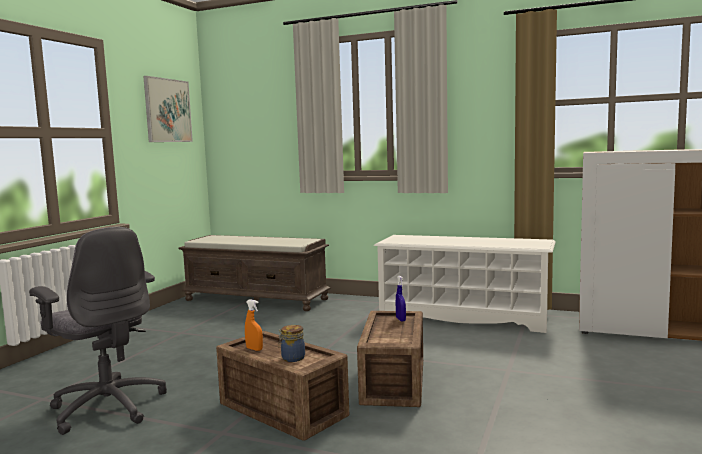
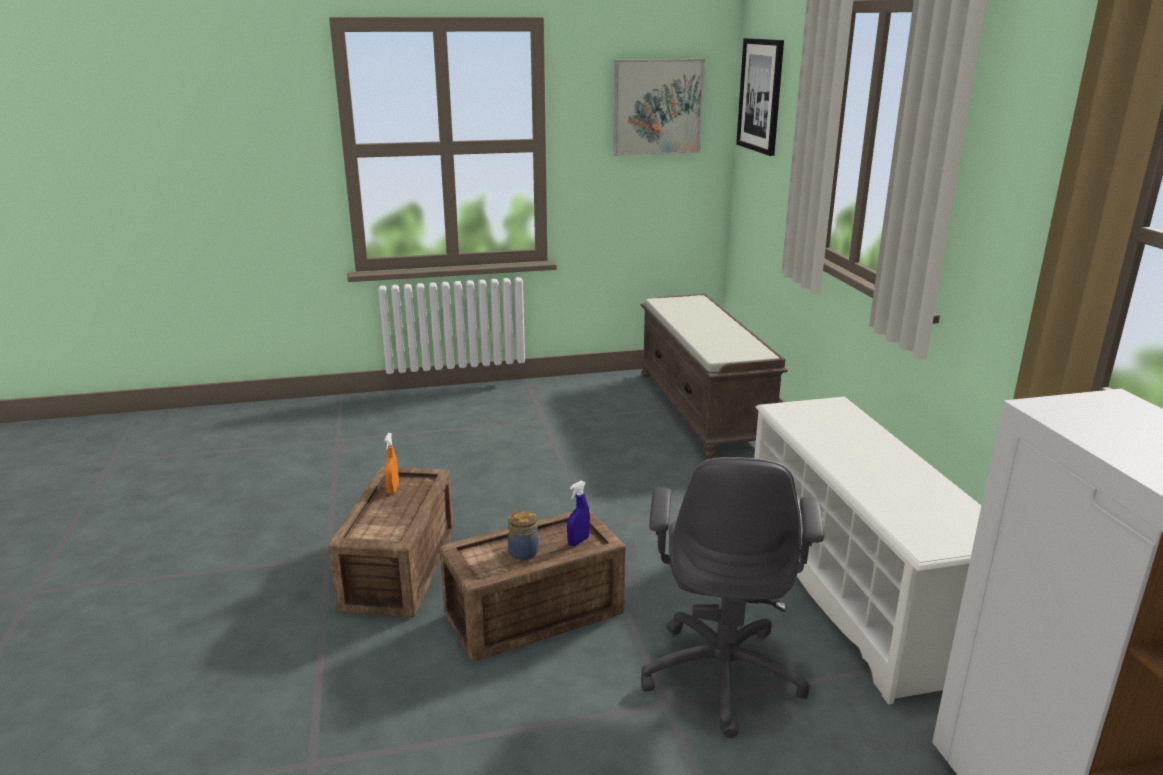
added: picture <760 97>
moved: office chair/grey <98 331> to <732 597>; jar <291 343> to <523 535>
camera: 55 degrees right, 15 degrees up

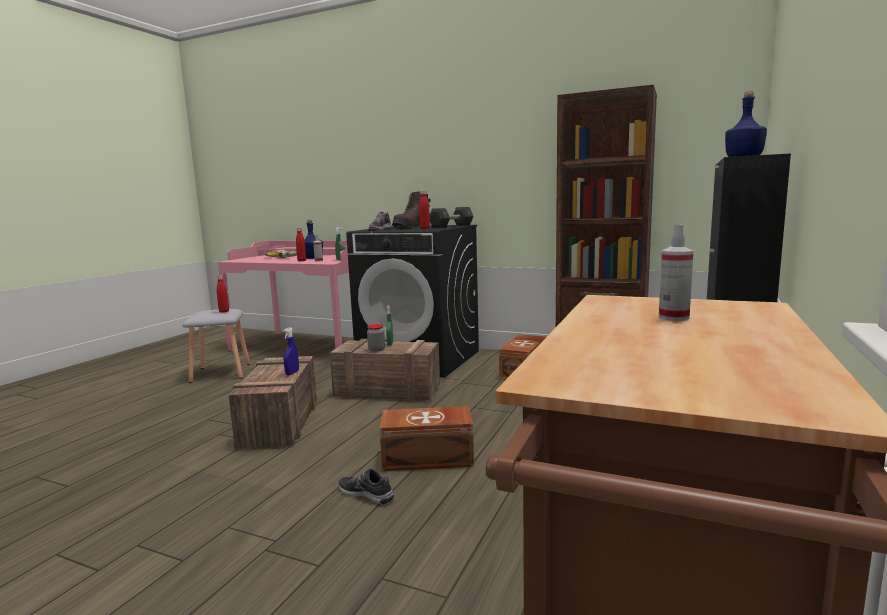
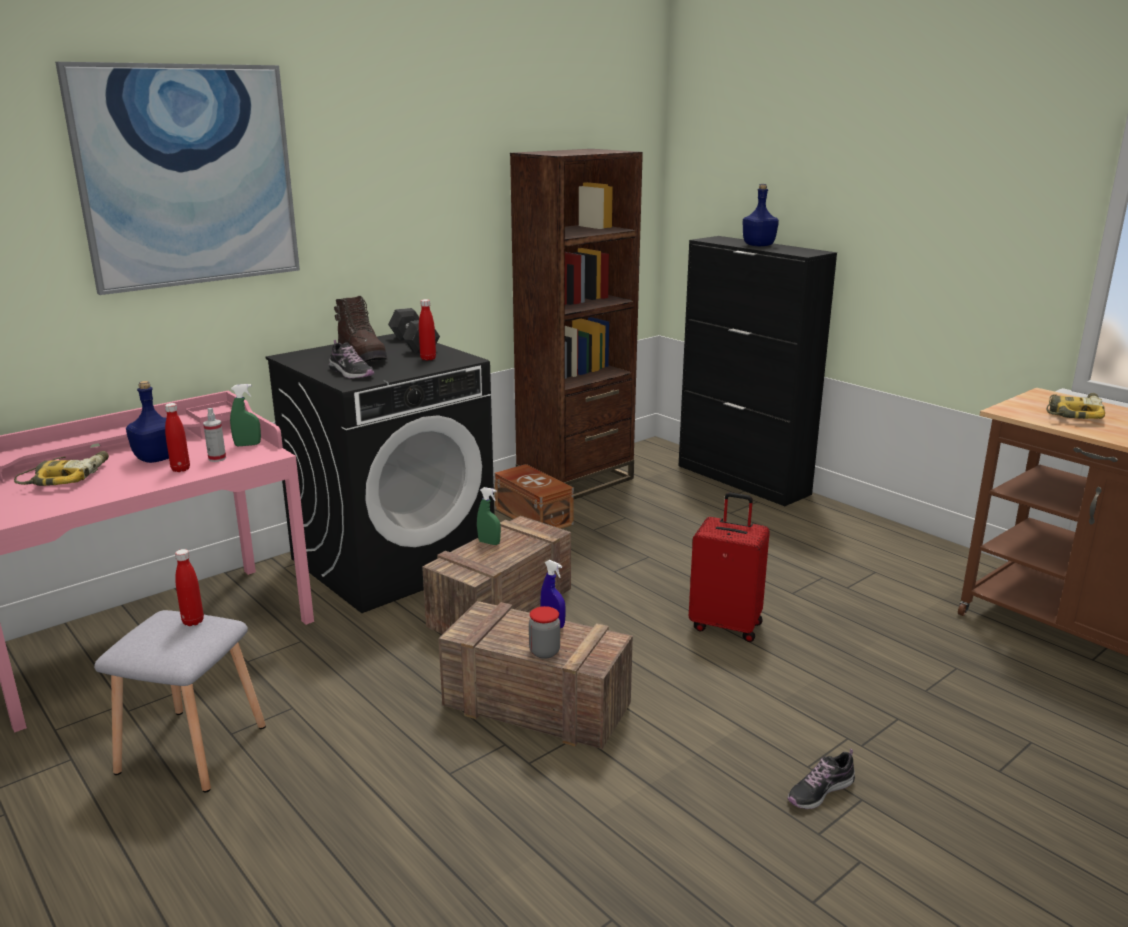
added: picture <177 178>
moved: shoe <366 486> to <821 779>; jar <376 338> to <544 632>
replaced: storage box/brown <427 438> to suitcase/red <729 567>; spray bottle <676 272> to power drill <1076 406>
camera: 65 degrees left, 10 degrees up

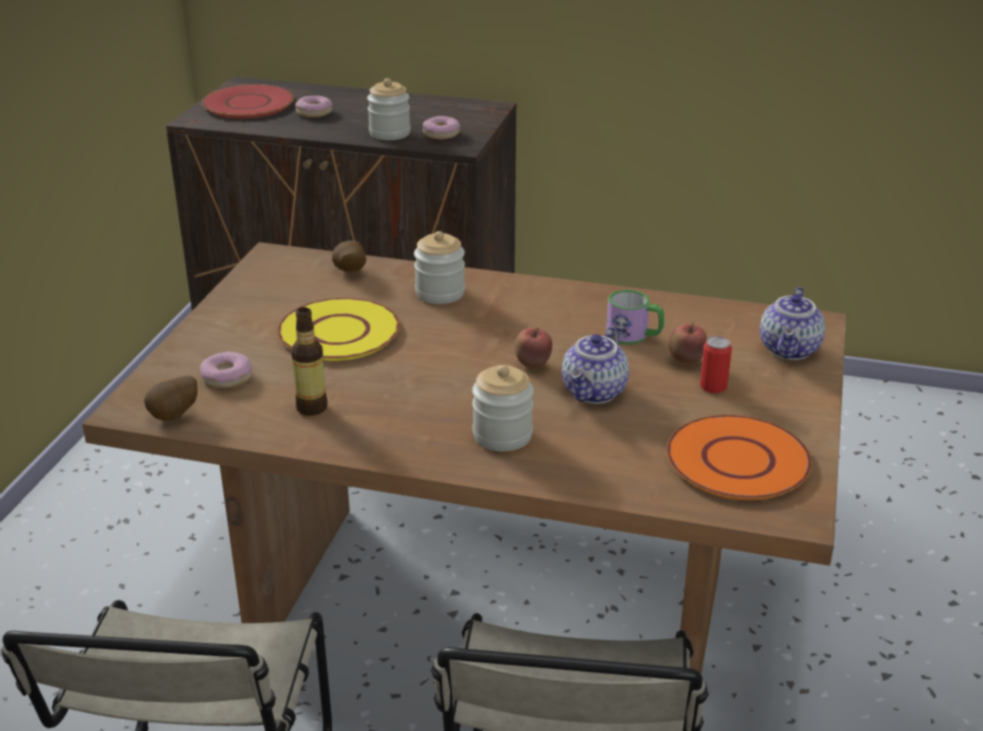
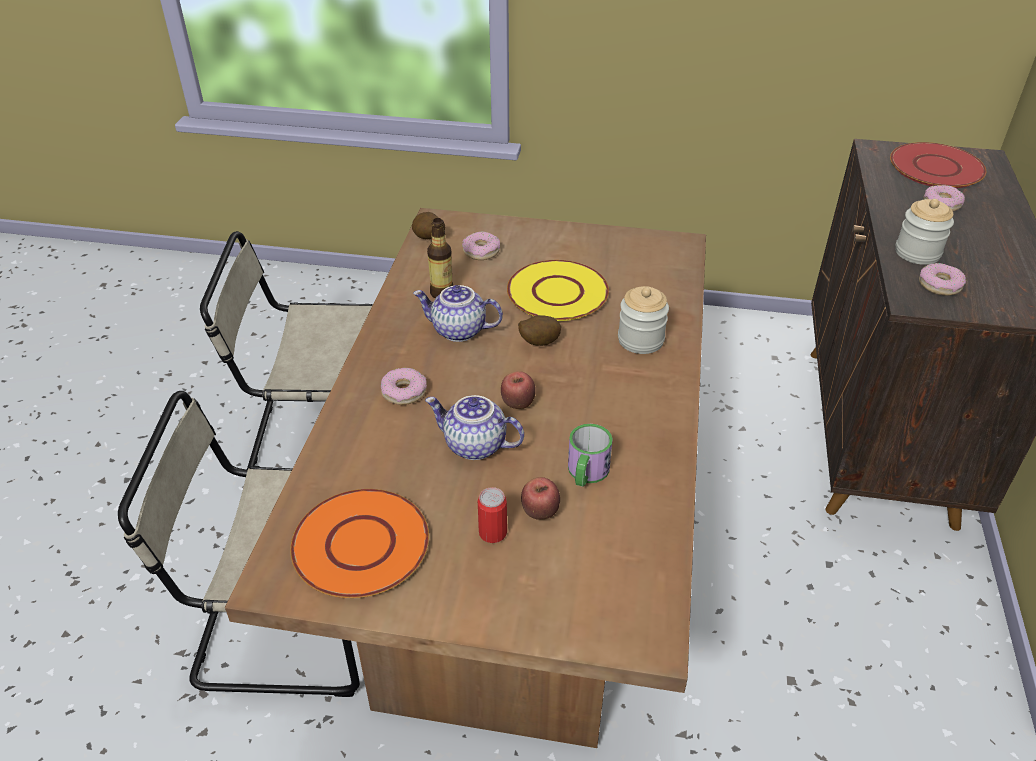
moved: potato <349 256> to <539 330>; teapot <792 323> to <458 313>
replaced: jar <503 408> to donut <404 386>
camera: 85 degrees right, 10 degrees up

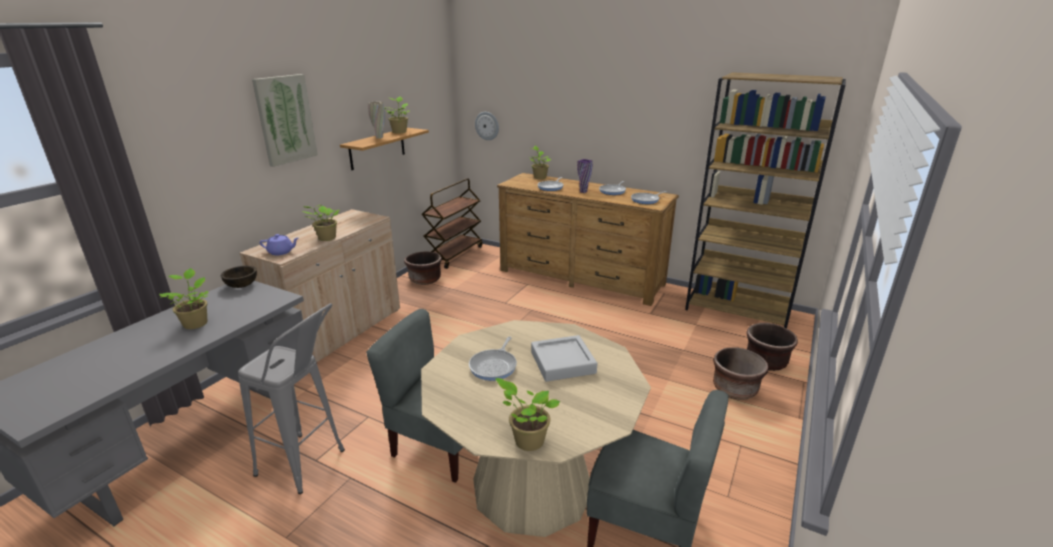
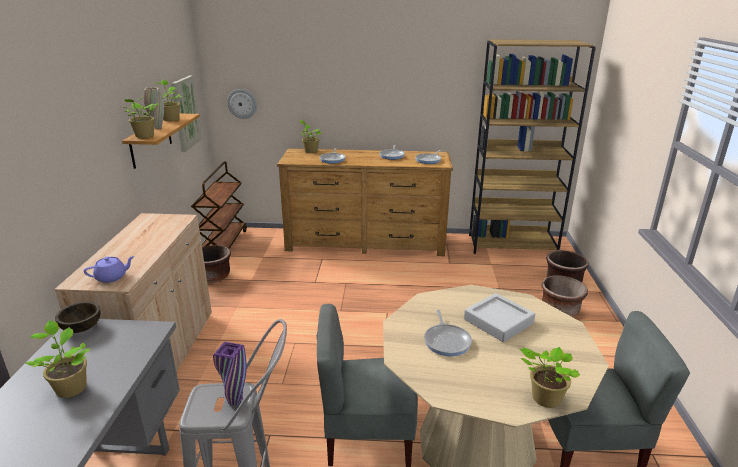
moved: picture <285 120> to <186 114>; potted plant <320 223> to <141 117>; vase/purple <585 176> to <230 374>
camera: 25 degrees left, 0 degrees up

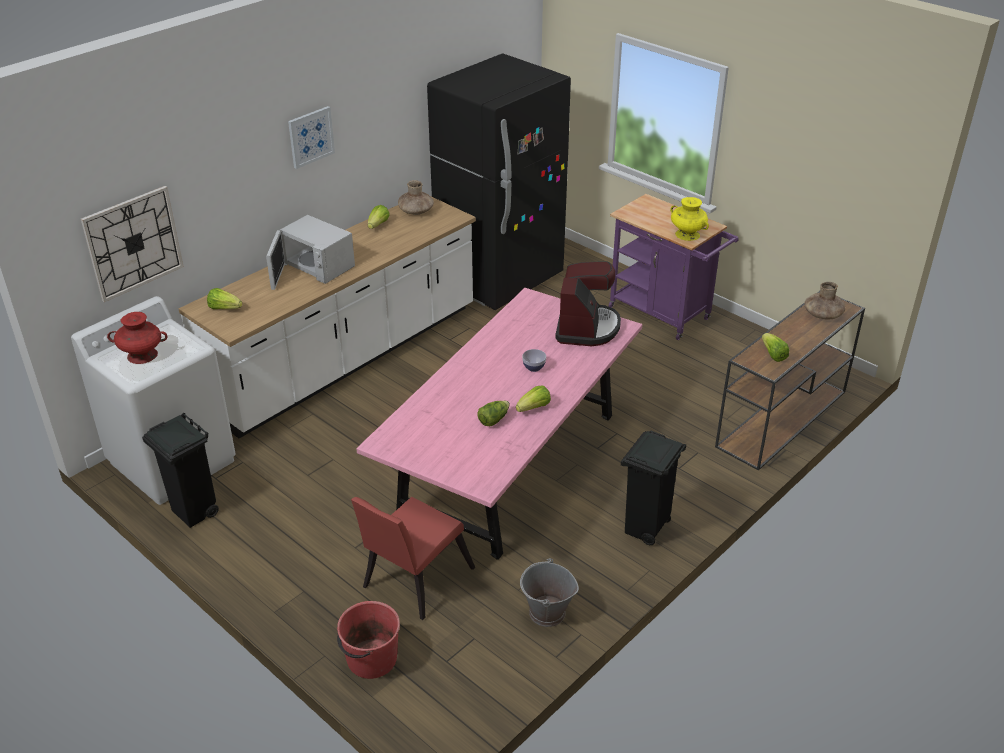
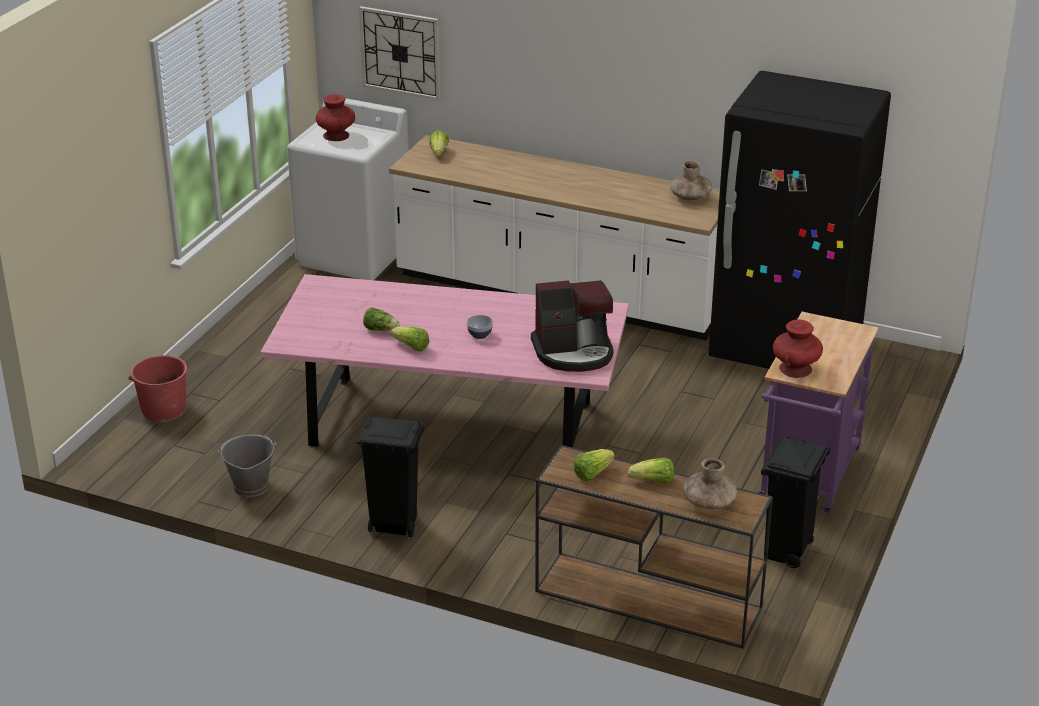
removed: microwave/white <310 252>; picture <311 137>; chair/red <413 558>
moved: trash can/black <180 470> to <795 502>; lettuce <379 217> to <651 471>
recoloured: vase/yellow <689 219> to vase/red <798 348>
camera: 70 degrees right, 5 degrees down

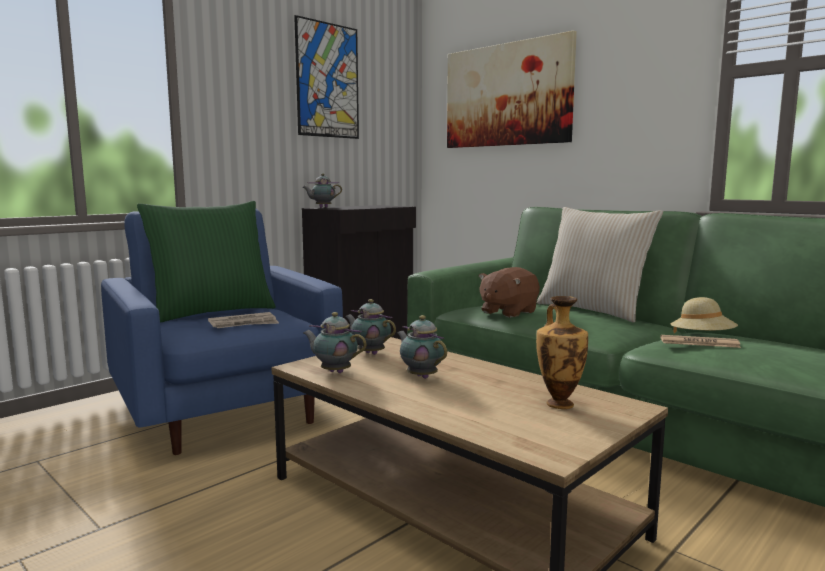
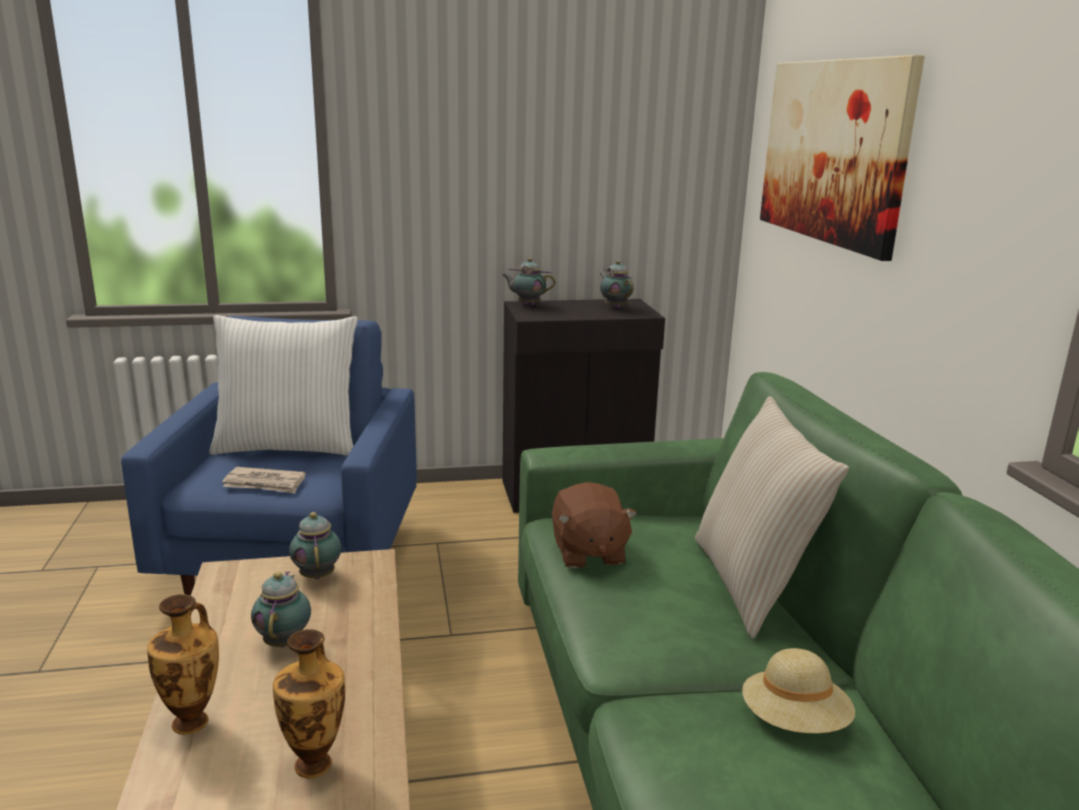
removed: picture <326 77>; newspaper <700 341>
added: vase <183 664>
moved: teapot <335 342> to <617 285>
recoloured: pillow/green <206 262> to pillow/white <283 385>
turned: plush toy/brown <509 292> = <594 525> 90 degrees counterclockwise
camera: 35 degrees right, 10 degrees up

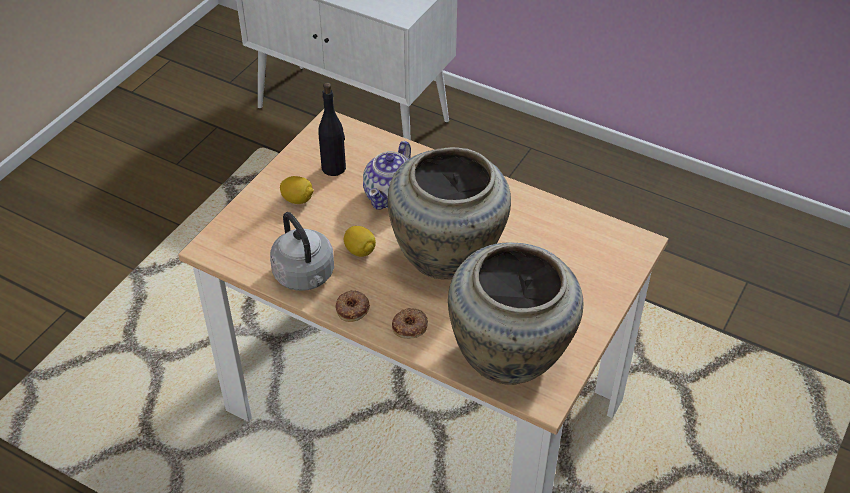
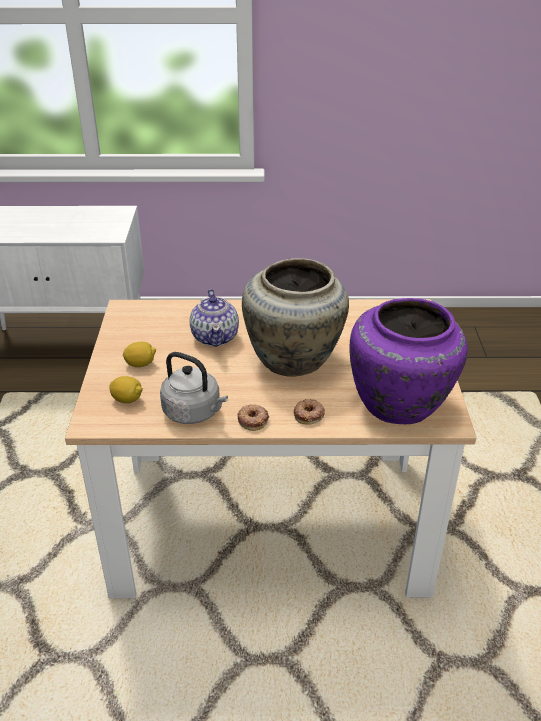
removed: bottle/black <332 129>
moved: lemon <360 241> to <126 389>
recoloured: vase/beige <516 313> to vase/purple <408 361>
camera: 30 degrees left, 10 degrees down

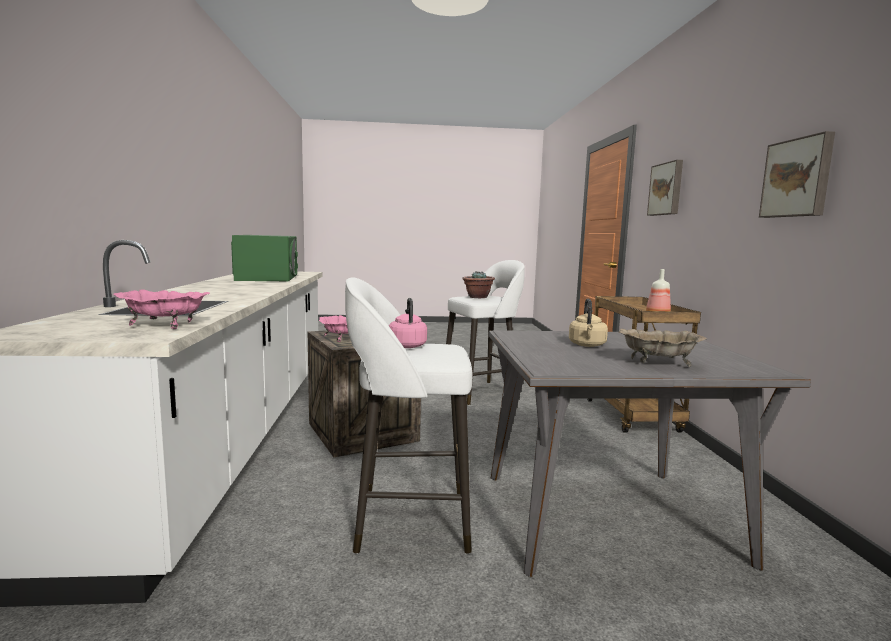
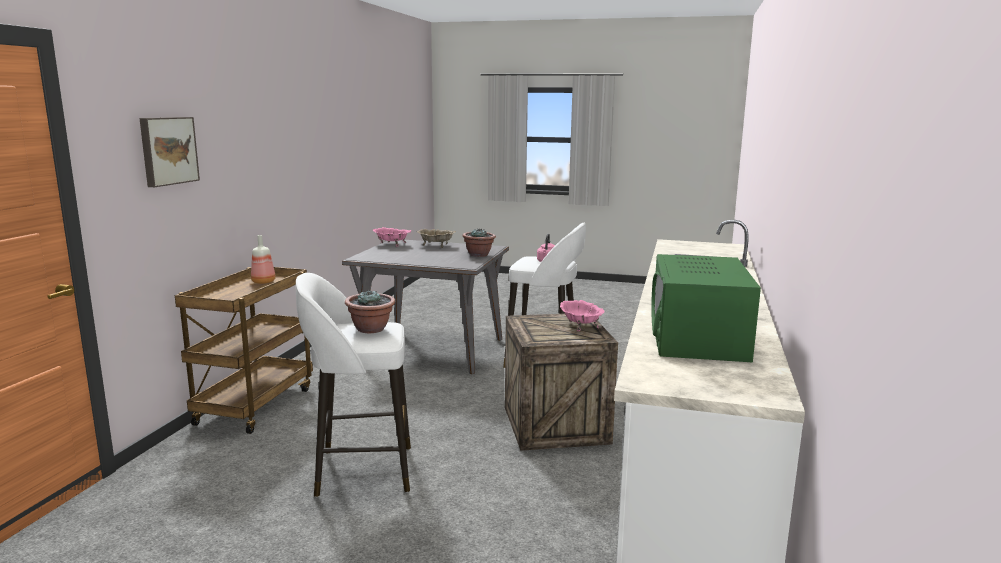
removed: kettle/beige <588 323>; picture <797 174>
added: potted plant <479 242>
moved: bowl/pink <162 309> to <392 237>
camera: 160 degrees left, 5 degrees up

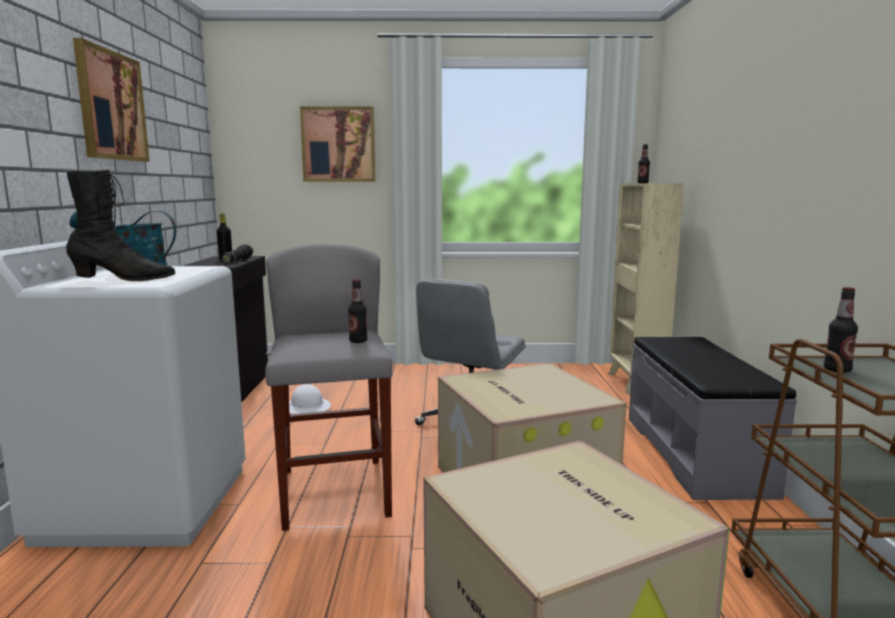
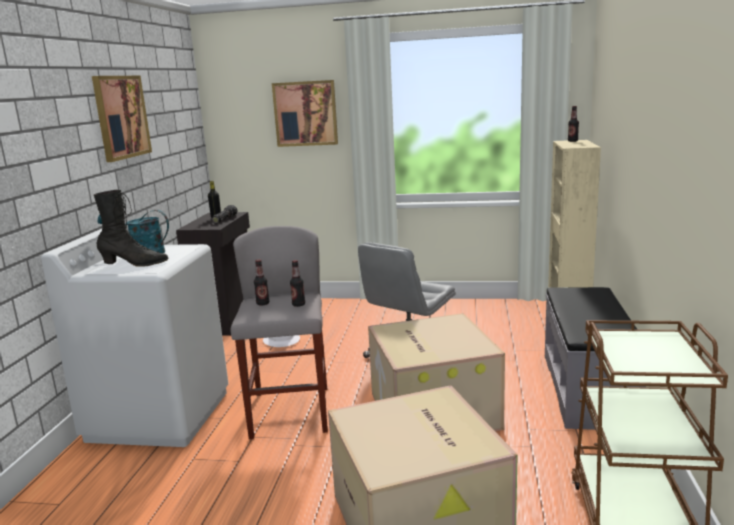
moved: bottle <841 330> to <261 282>
camera: 10 degrees right, 5 degrees up

